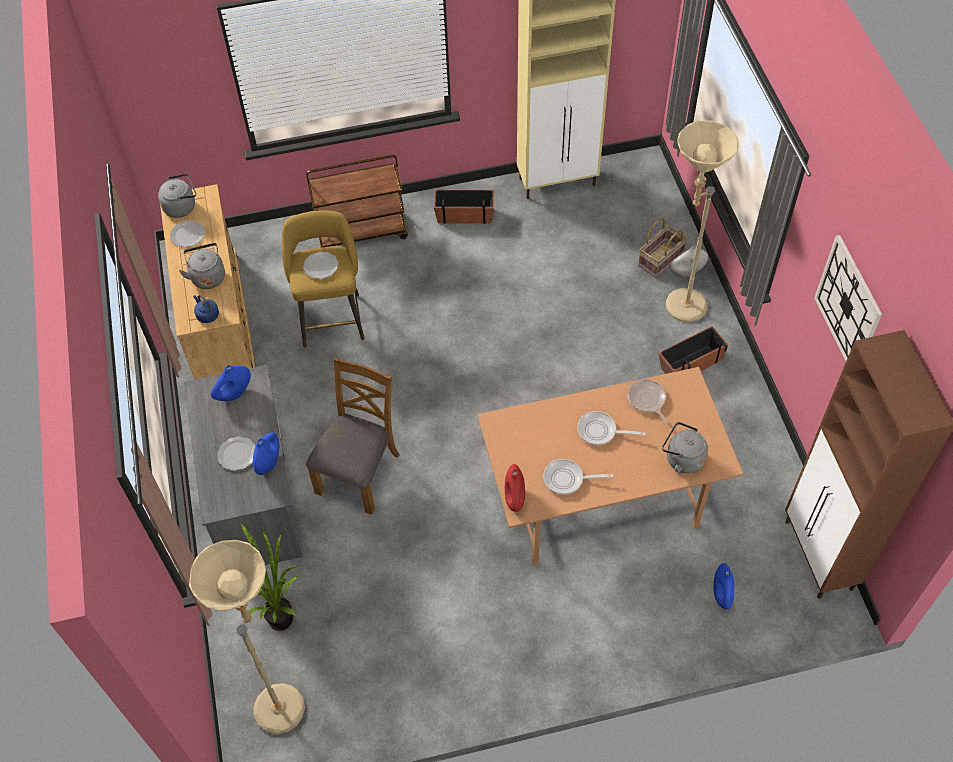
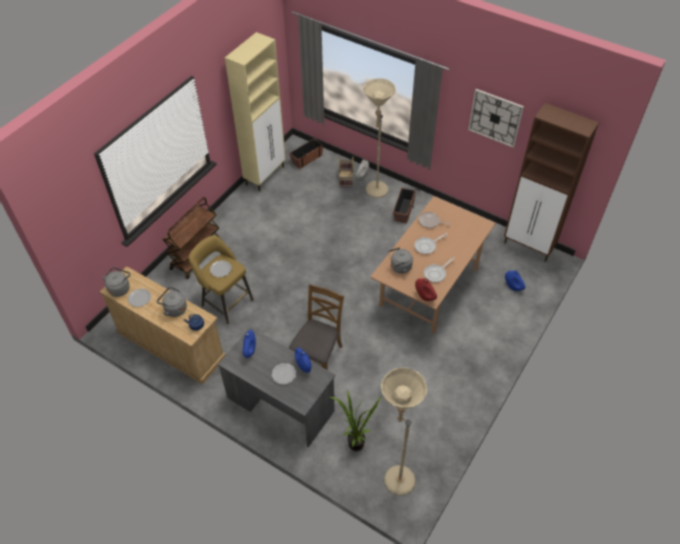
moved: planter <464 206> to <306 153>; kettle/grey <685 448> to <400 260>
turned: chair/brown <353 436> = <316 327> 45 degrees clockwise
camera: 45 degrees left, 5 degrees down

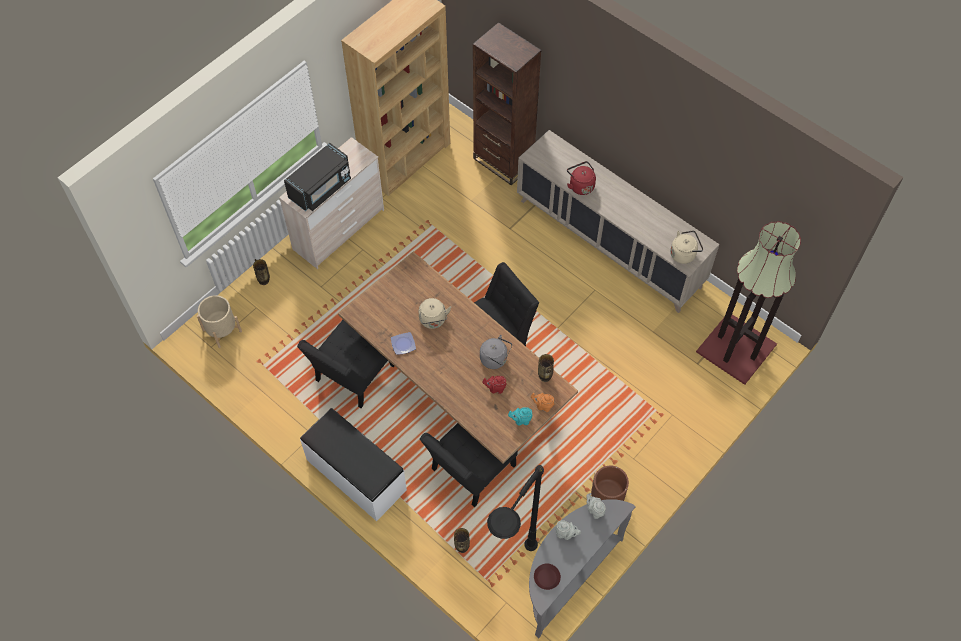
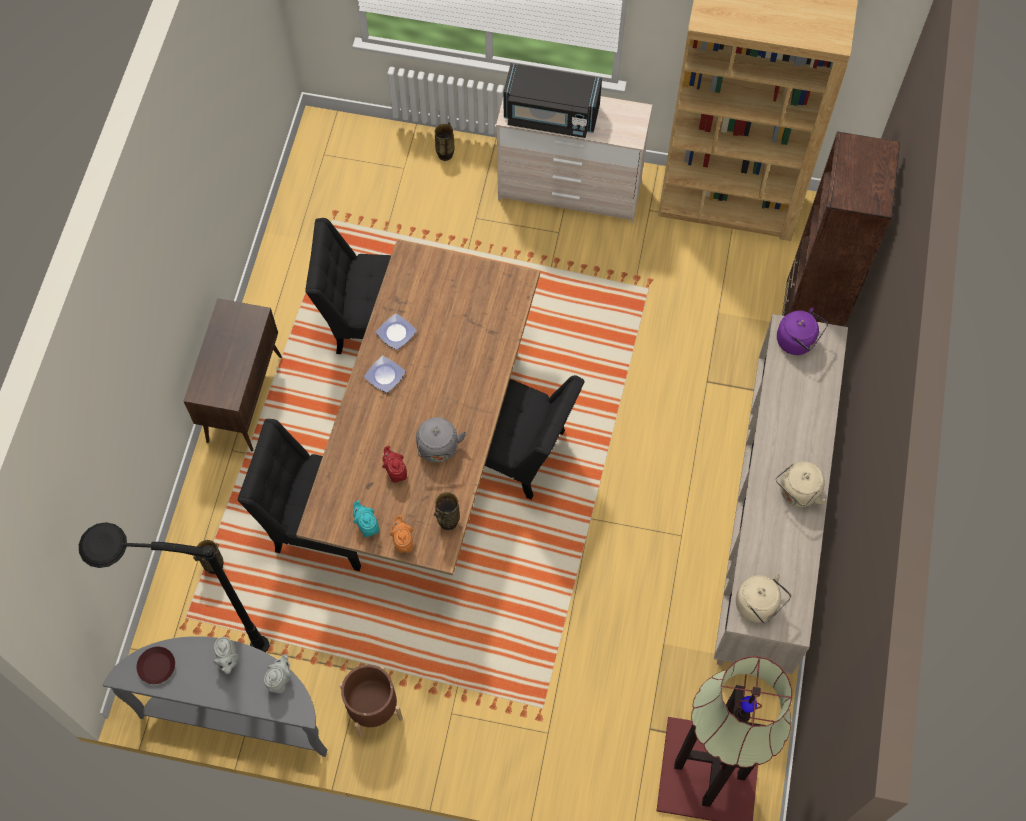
removed: planter/beige <219 321>; kettle/red <581 178>
added: plate <385 374>; kettle/purple <802 331>
moved: kettle/beige <434 313> to <801 484>
replaced: bench/white <353 464> to cabinet/brown <232 374>
camera: 60 degrees right, 5 degrees up

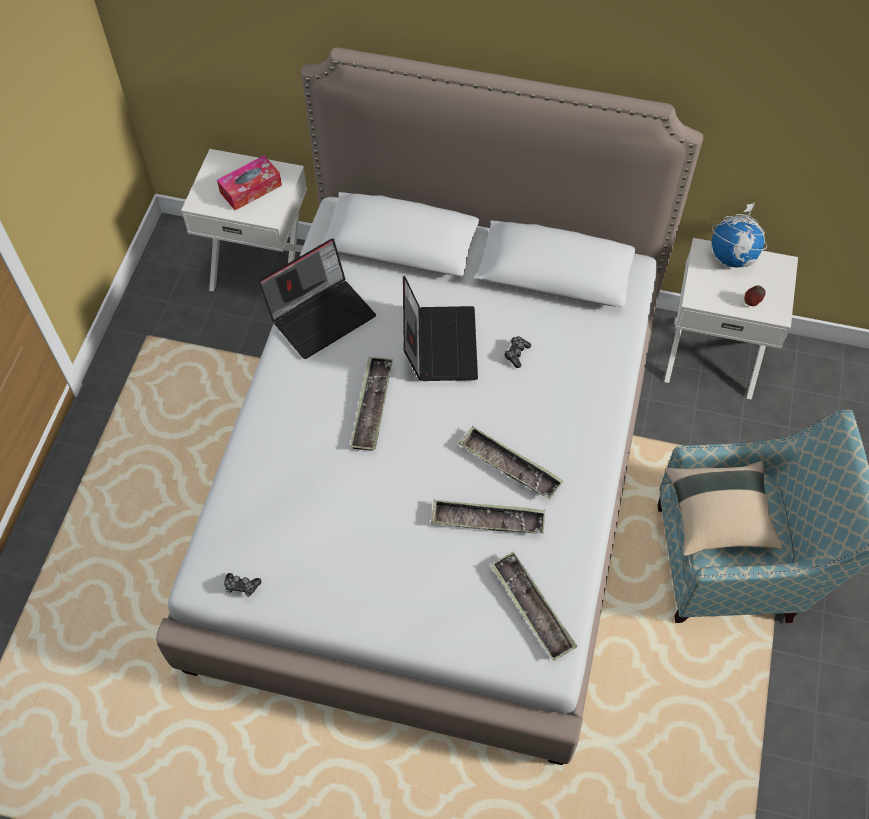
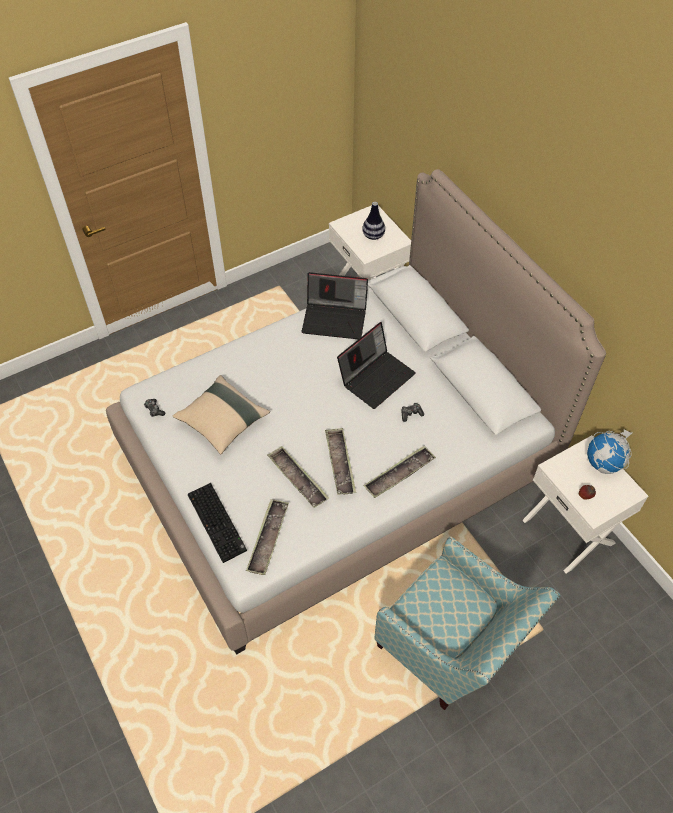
added: keyboard <217 523>
moved: tray <371 404> to <399 472>; pillow/beige <723 508> to <221 414>
replaced: tissue box <249 182> to vase <373 221>
camera: 45 degrees right, 5 degrees down

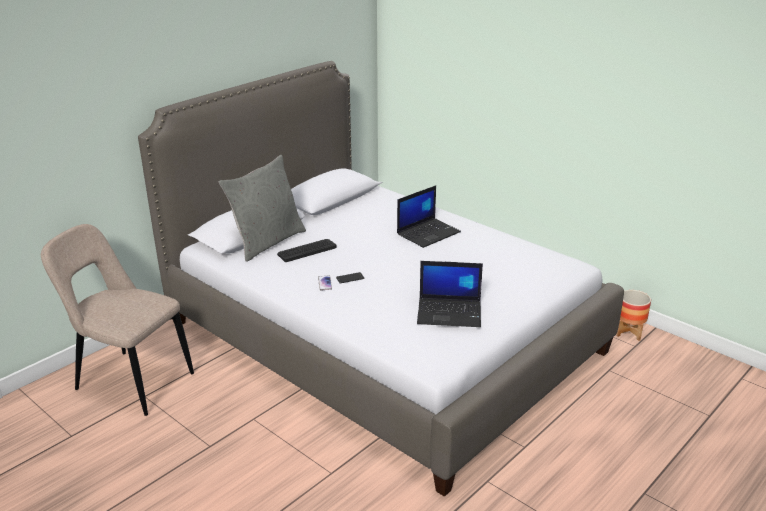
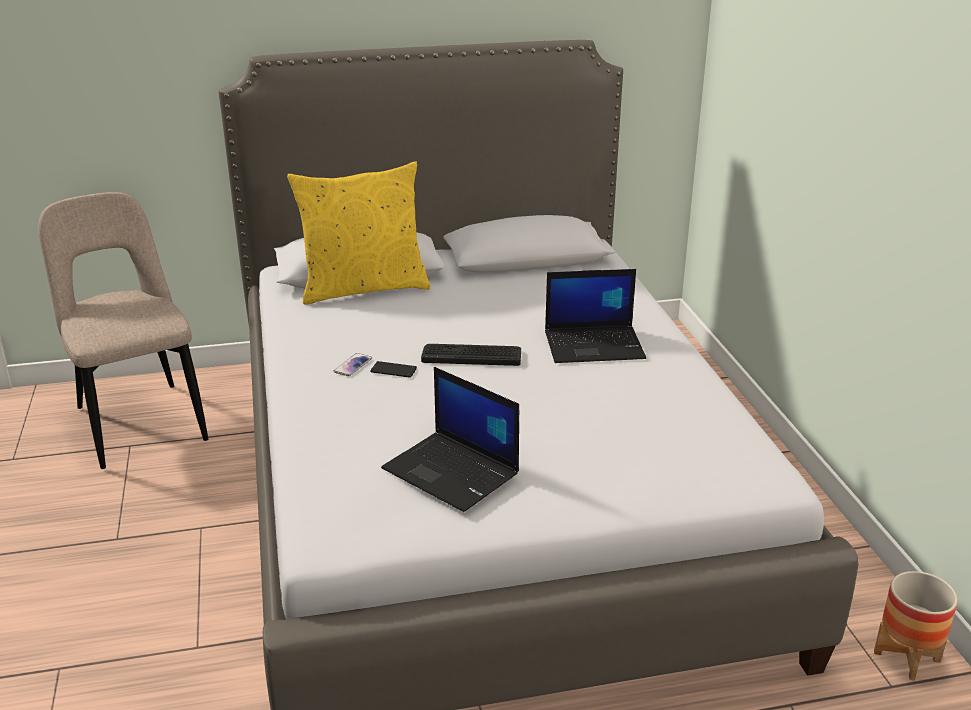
moved: keyboard <307 250> to <471 355>
recoloured: pillow/grey <262 208> to pillow/yellow <358 233>
camera: 35 degrees right, 0 degrees up

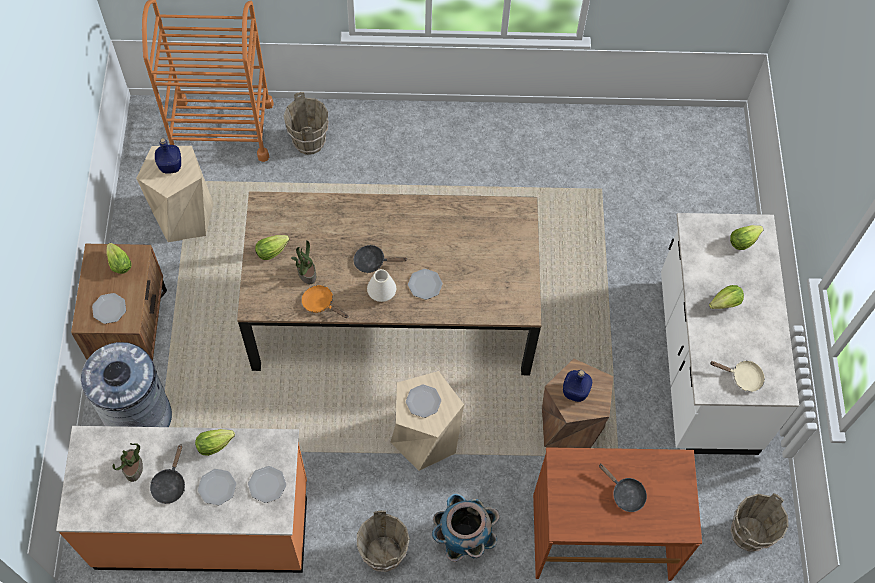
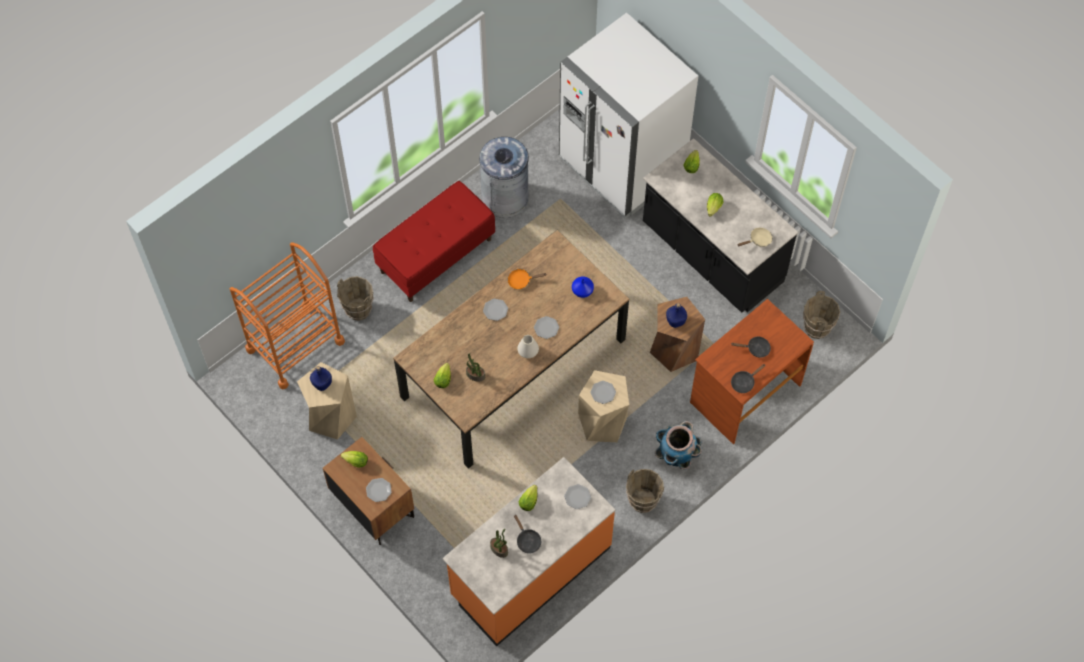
added: bench/red <434 241>; fridge/white <628 116>; vase/blue <583 287>
moved: trash can/grey <126 384> to <504 177>; plate <217 487> to <495 310>; frying pan/orange <325 301> to <527 279>; frying pan/black <380 259> to <748 378>
recoloured: counter/white <730 334> to counter/black <720 225>
camera: 40 degrees left, 0 degrees up

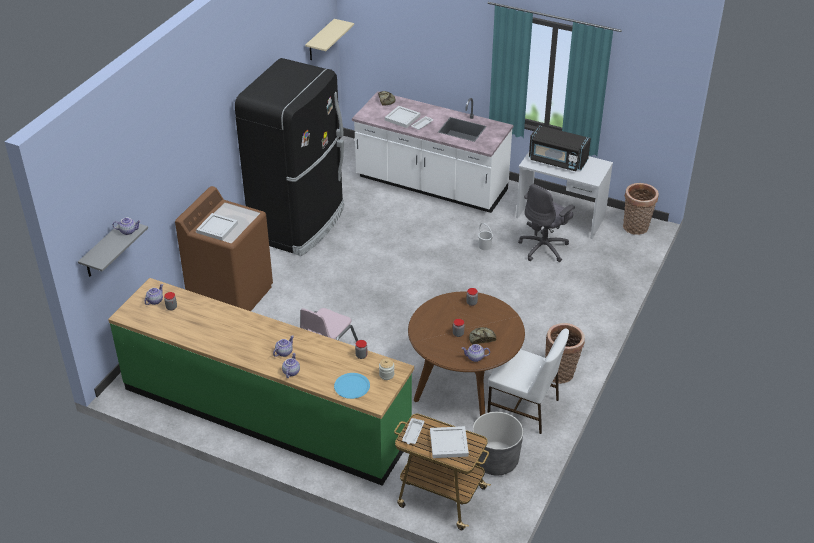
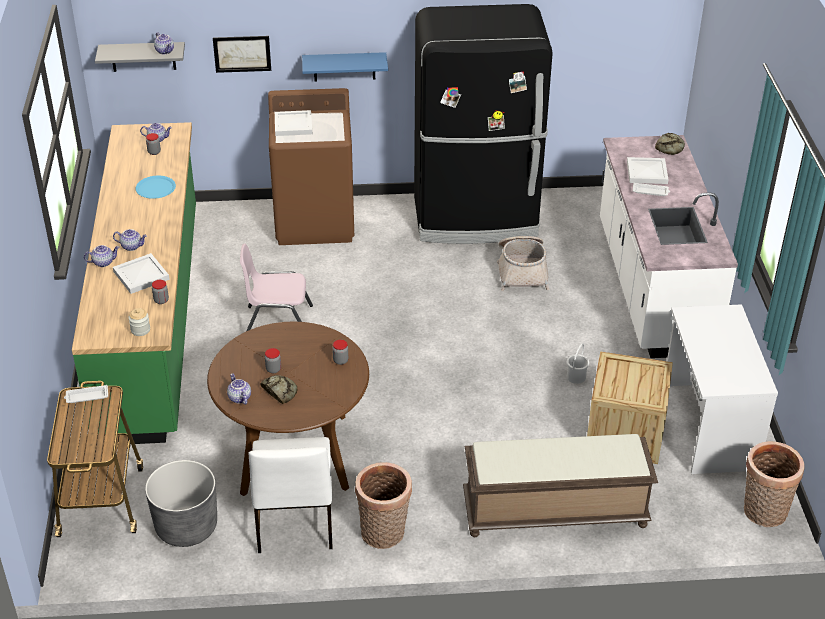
removed: shelf/beige <329 39>; microwave/black <560 148>
added: picture <242 54>; shelf/blue <345 66>; bench/brown <560 485>; basket <523 263>
moved: plate/blue <352 386> to <156 187>; tray/white <449 442> to <141 273>
replaced: office chair/grey <546 223> to crate <630 407>
camera: 60 degrees right, 0 degrees up

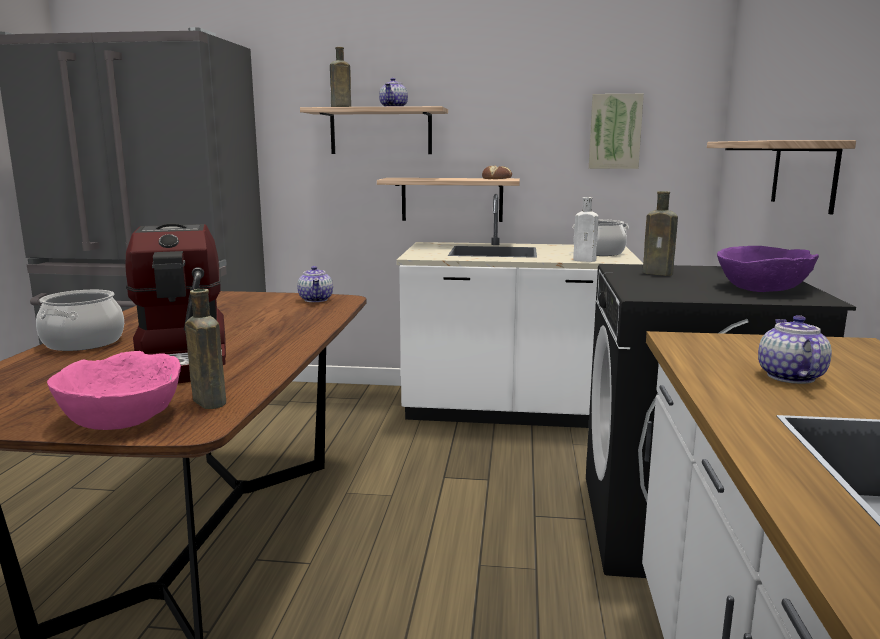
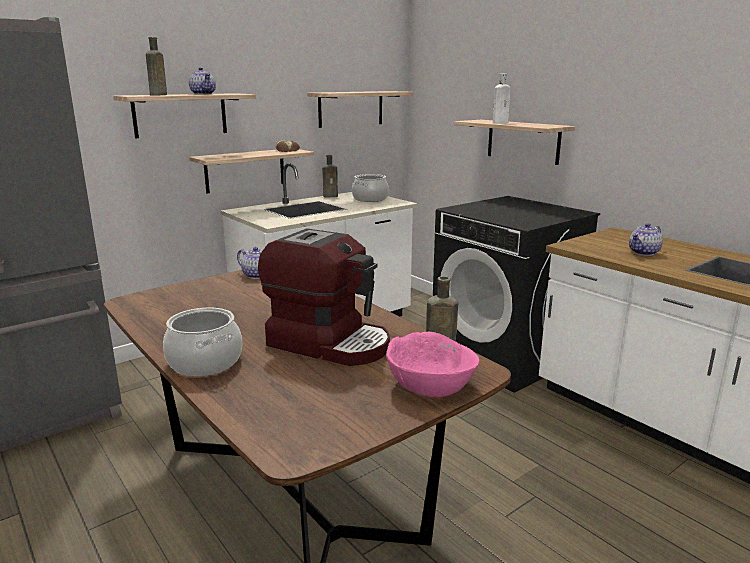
removed: bowl/purple <768 269>
moved: bottle/white <586 229> to <501 98>; bottle/brown <660 233> to <330 176>
replaced: picture <616 131> to shelf <360 109>
turned: teapot <795 349> = <646 239> 90 degrees counterclockwise
camera: 45 degrees left, 5 degrees up

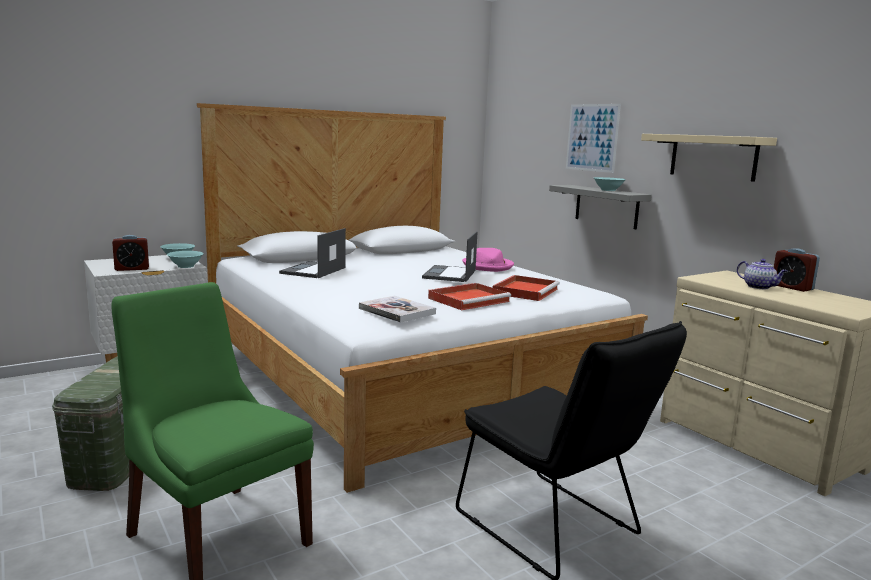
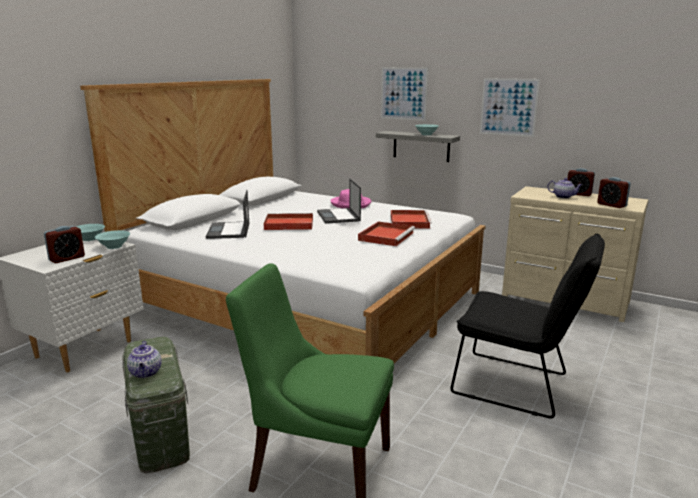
removed: book <397 309>
added: teapot <144 359>; tray/red <288 221>; alarm clock <614 192>
replaced: shelf/beige <709 158> to picture <510 107>
camera: 25 degrees left, 5 degrees up

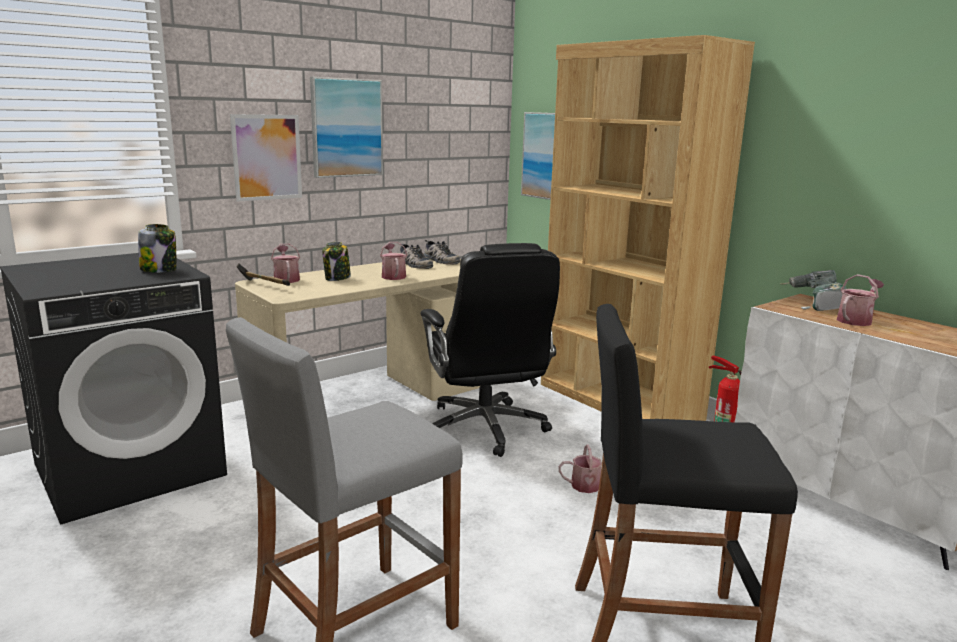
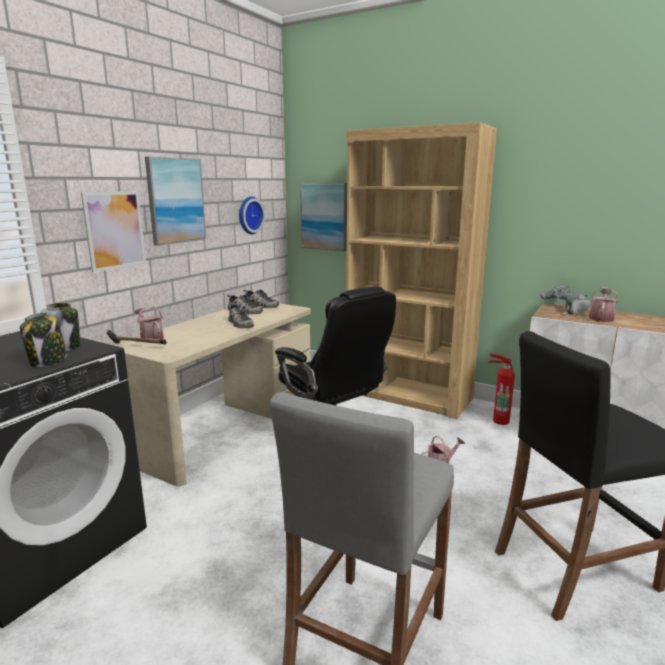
added: wall clock <252 215>
moved: jar <336 261> to <43 340>
replaced: watering can <393 261> to shoe <241 315>
camera: 20 degrees left, 0 degrees up

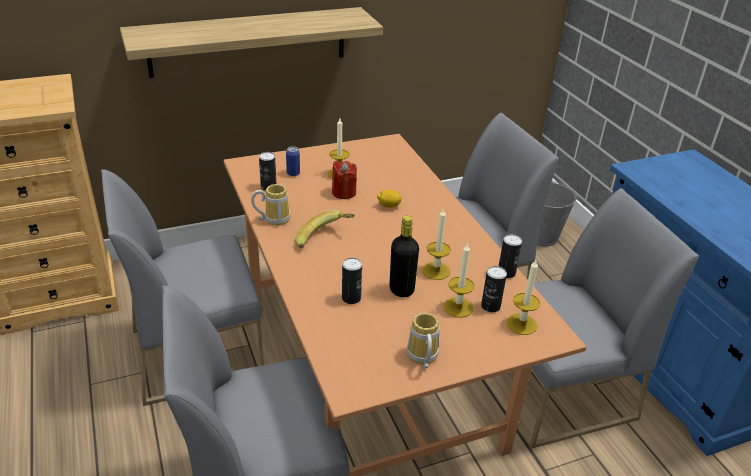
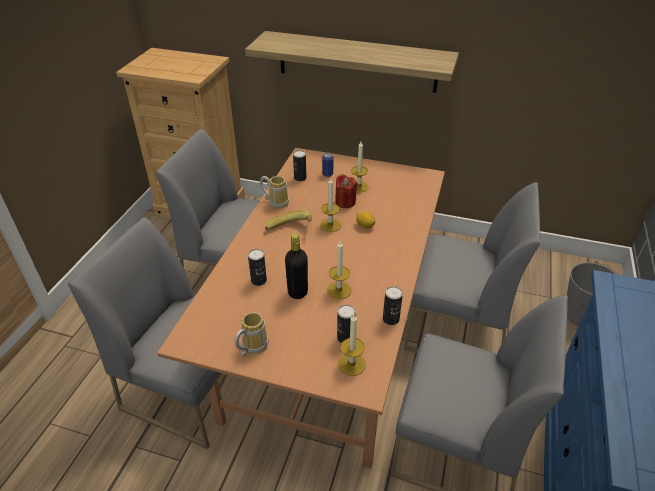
moved: candle <458 280> to <330 205>
camera: 40 degrees right, 5 degrees up

